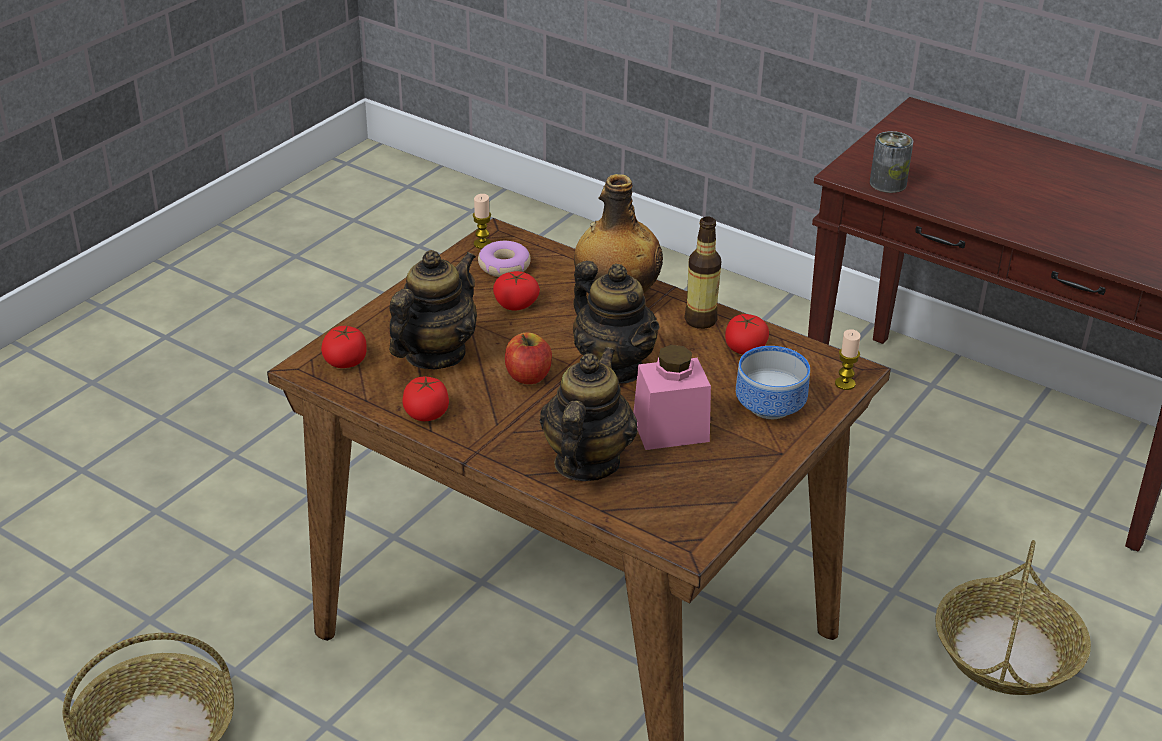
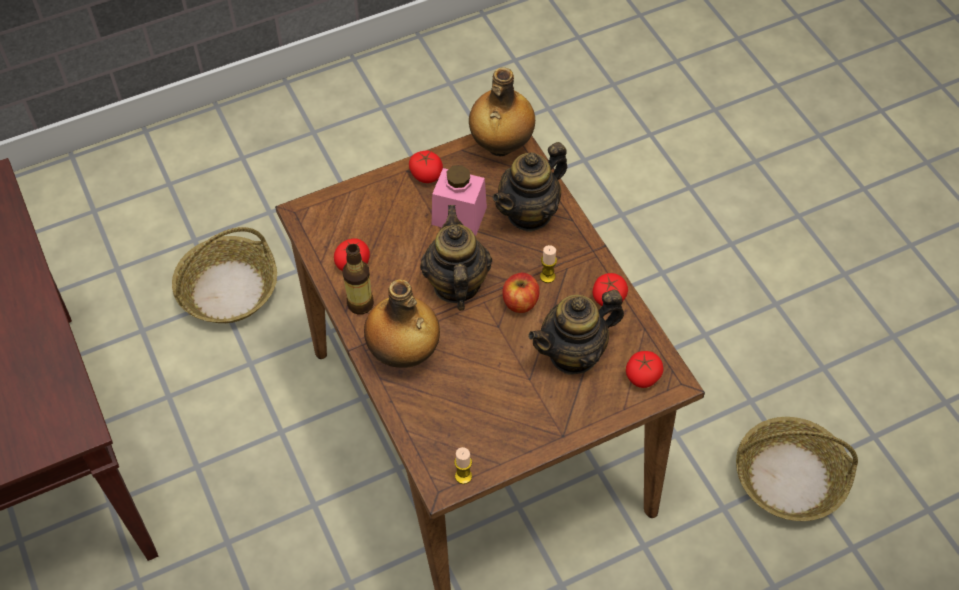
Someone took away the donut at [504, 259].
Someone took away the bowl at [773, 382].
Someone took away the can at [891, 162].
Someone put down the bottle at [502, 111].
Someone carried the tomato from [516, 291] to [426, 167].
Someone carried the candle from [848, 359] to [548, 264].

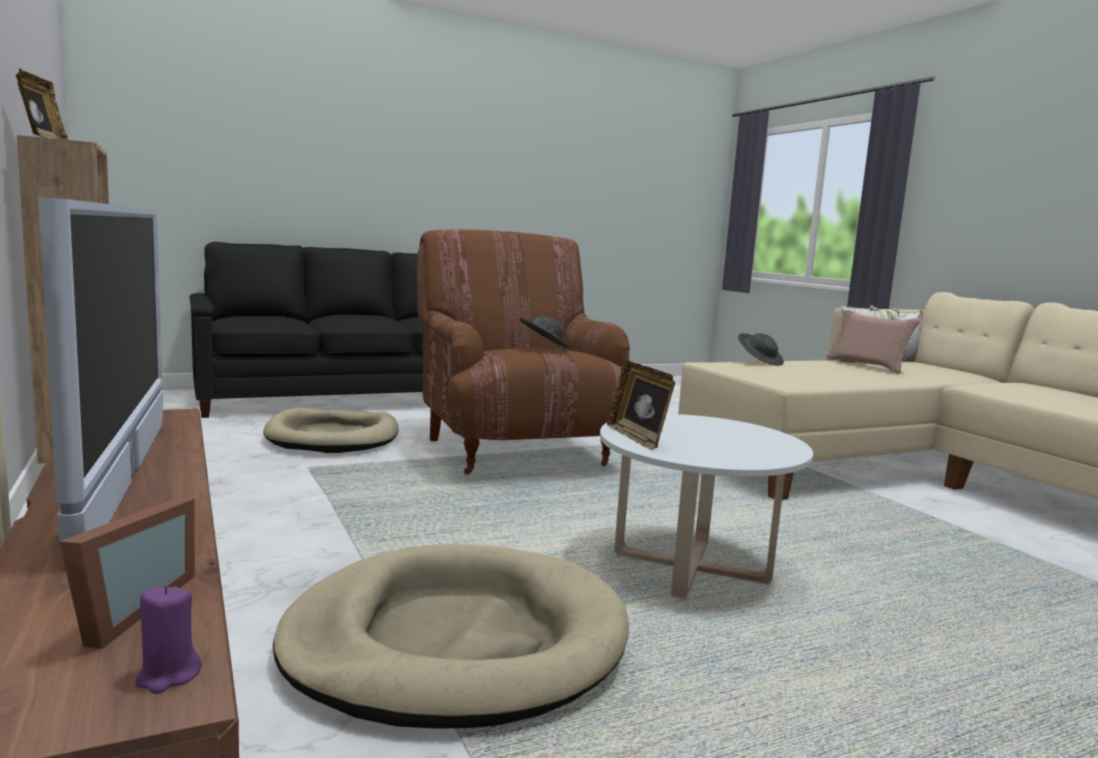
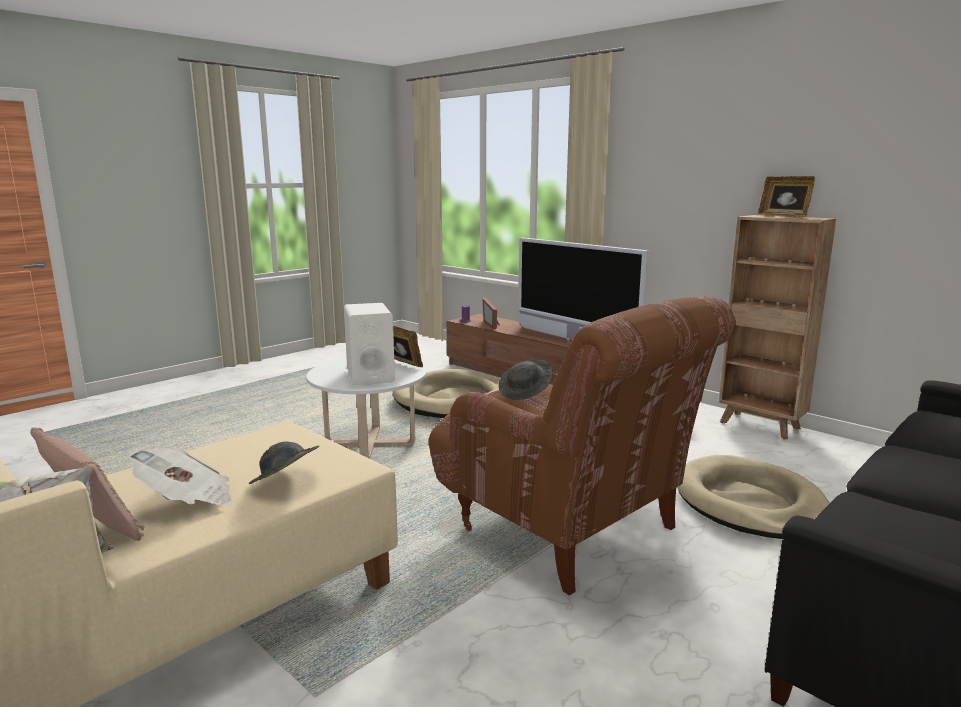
Someone put down the newspaper at [180, 477].
Someone put down the speaker/white at [369, 344].

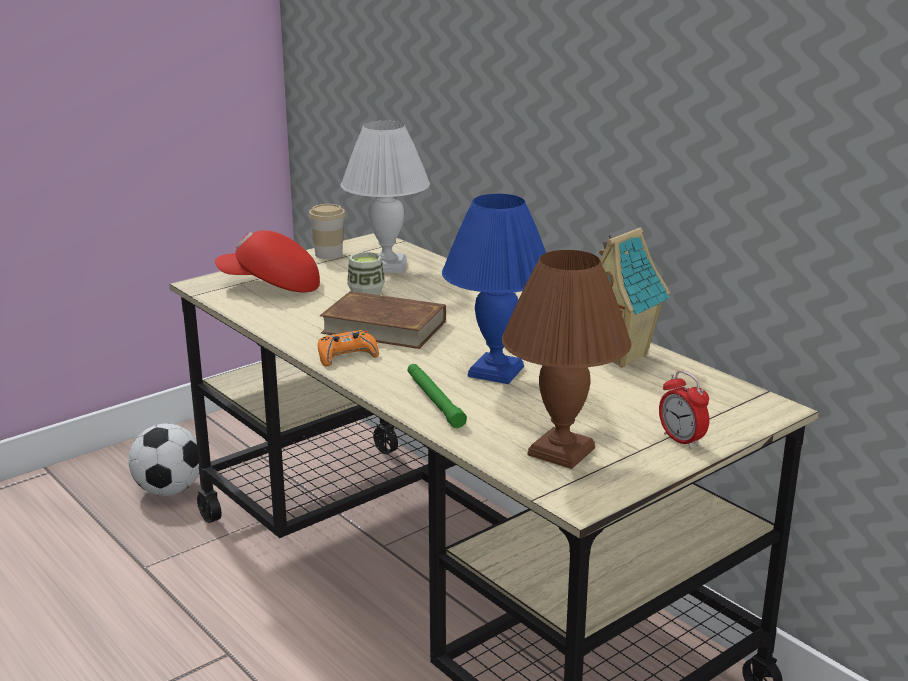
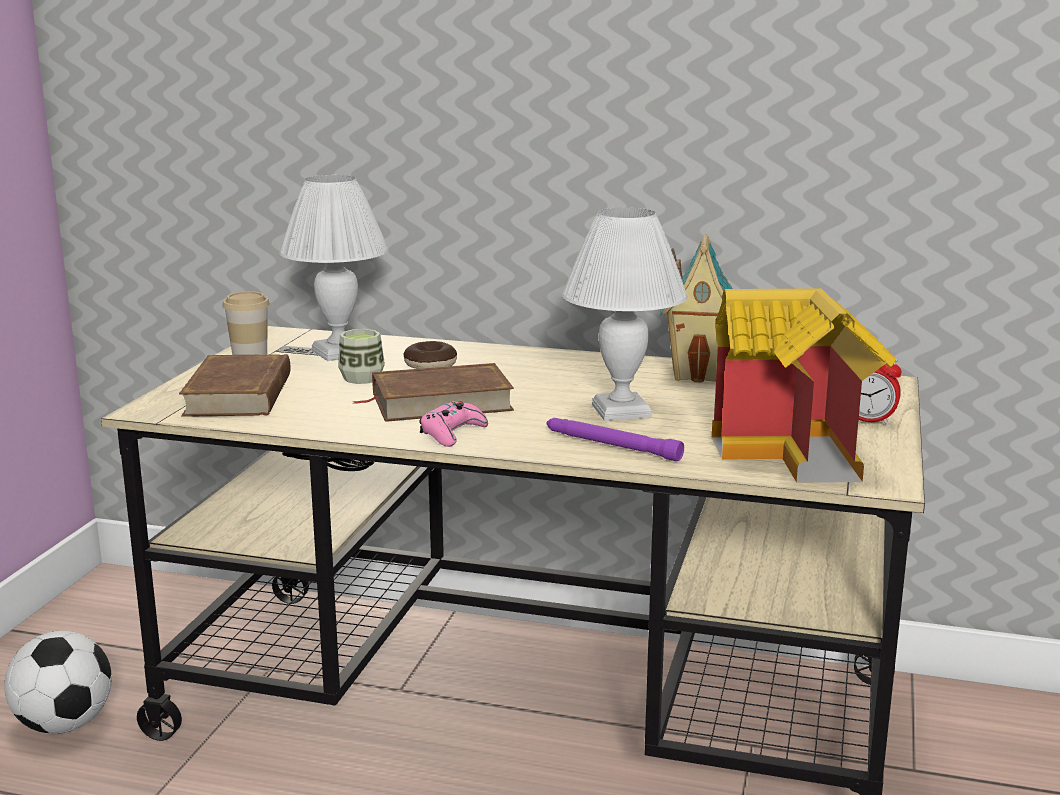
Someone put down the donut at [430, 355].
Someone swapped the cap/red at [267, 261] for the book/brown at [234, 385].
Someone swapped the table lamp/brown at [566, 359] for the toy house at [803, 385].
Someone repainted the game controller/orange at [348, 348], which became the game controller/pink at [453, 424].
Someone repainted the flashlight/green at [437, 396], which became the flashlight/purple at [615, 439].
Someone repainted the table lamp/blue at [494, 289], which became the table lamp/white at [625, 314].

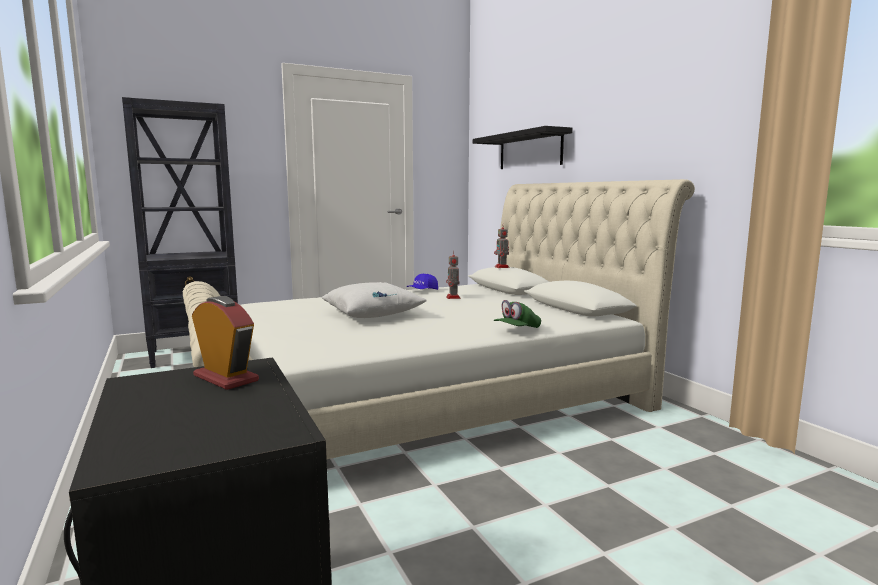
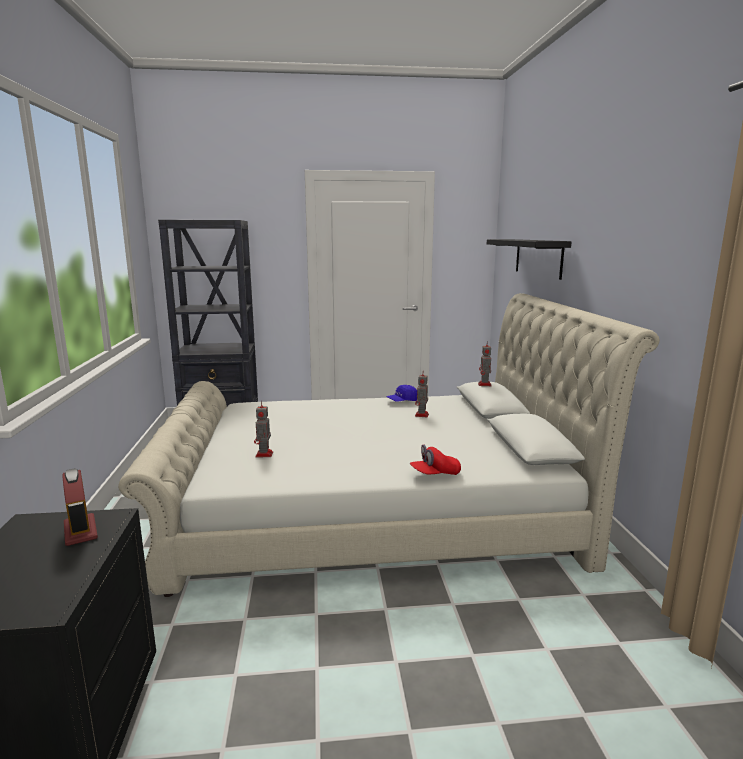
Someone took away the pillow/grey at [374, 300].
Someone put down the toy robot at [263, 429].
Someone repainted the cap/green at [517, 314], which became the cap/red at [435, 459].

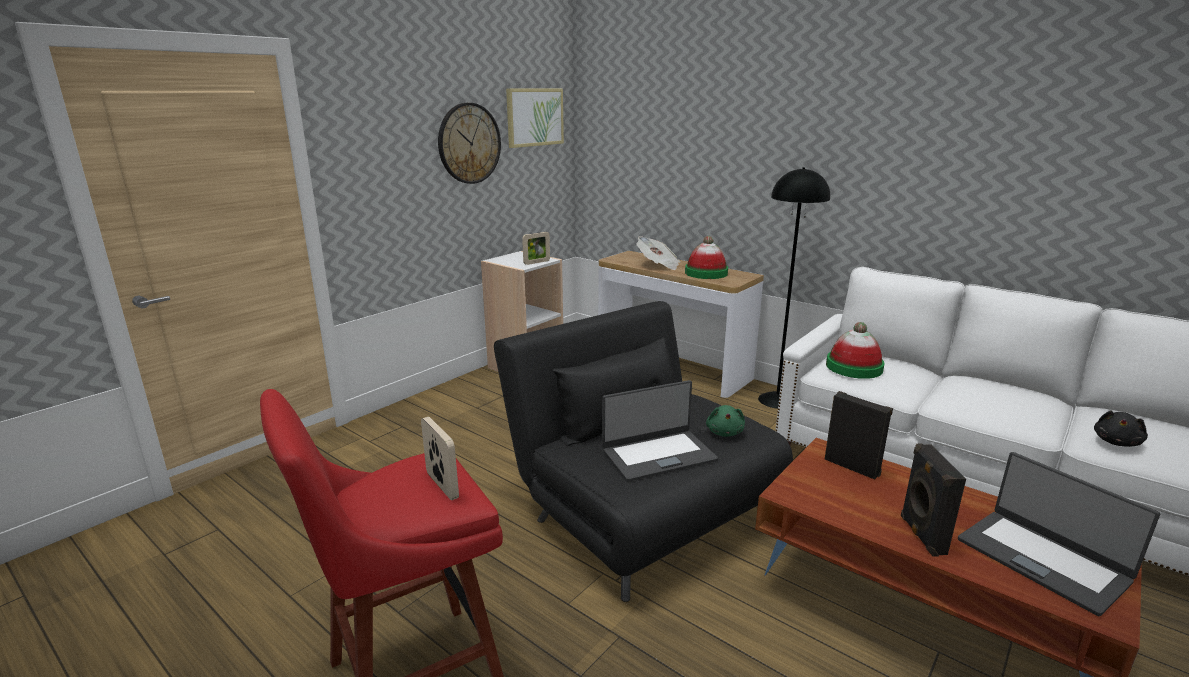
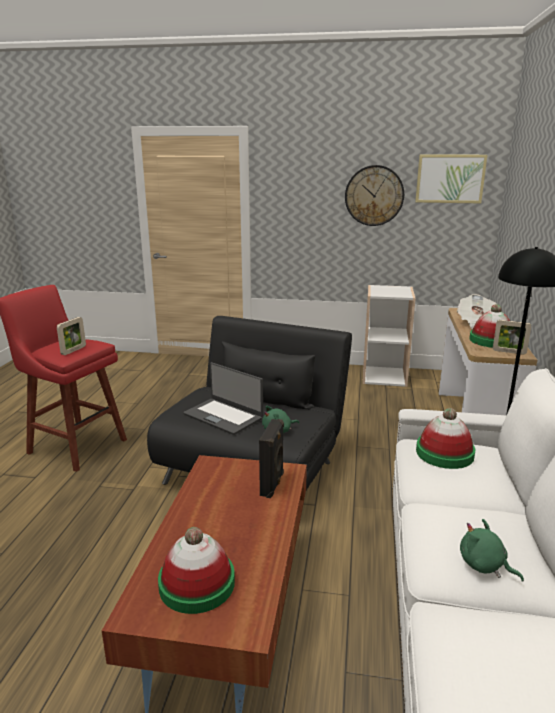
Someone took away the speaker/black at [933, 500].
Someone took away the plush toy/black at [1121, 429].
Someone put down the plush toy/green at [492, 550].
Someone carried the picture frame from [536, 248] to [512, 337].
Someone swapped the laptop at [1059, 534] for the hat at [196, 570].

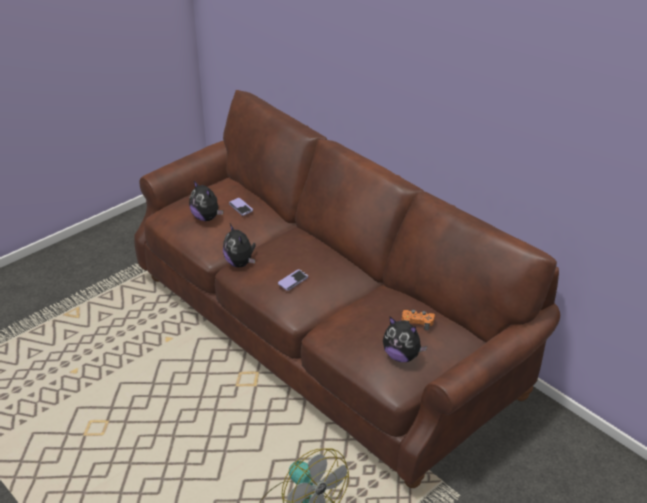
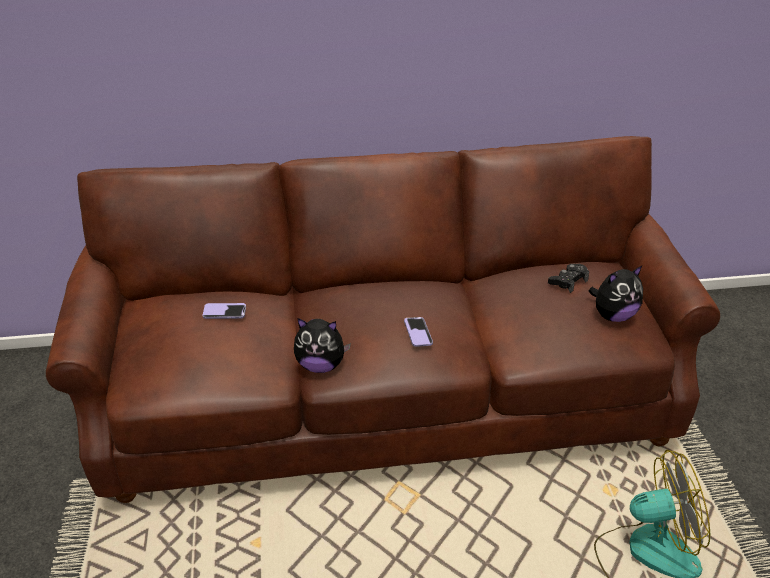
Someone took away the plush toy at [206, 201].
Someone repainted the game controller/orange at [418, 320], which became the game controller/black at [568, 278].

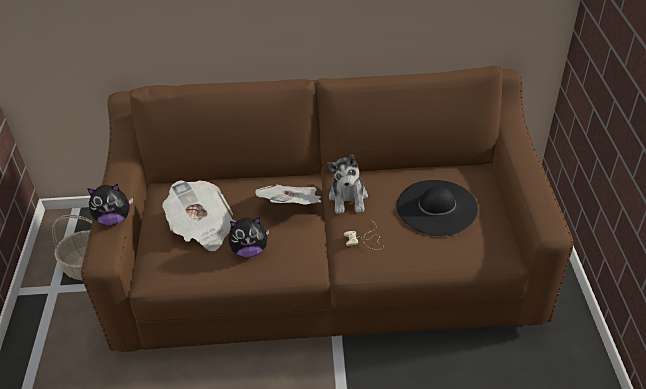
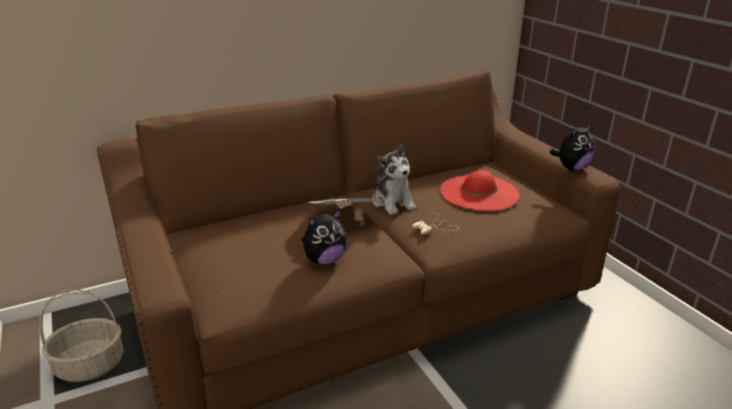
Someone took away the newspaper at [199, 215].
Someone carried the plush toy from [110, 204] to [572, 147].
Someone repainted the hat/black at [437, 208], which became the hat/red at [479, 190].

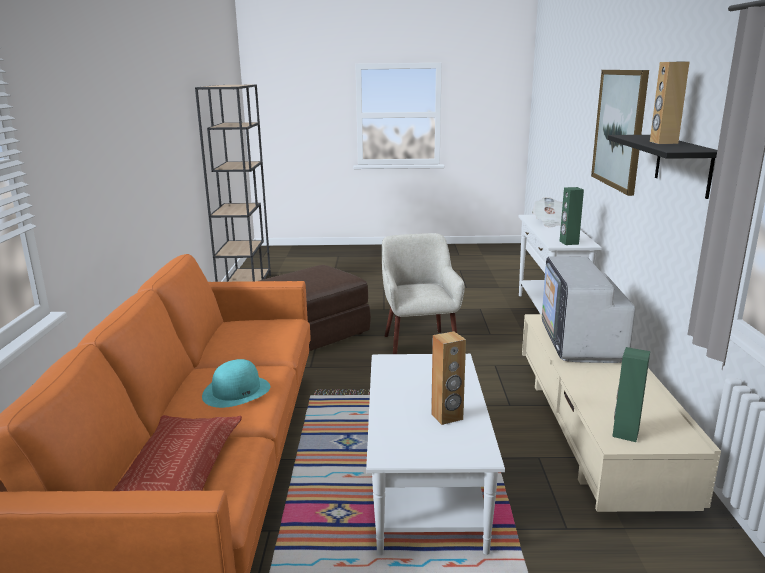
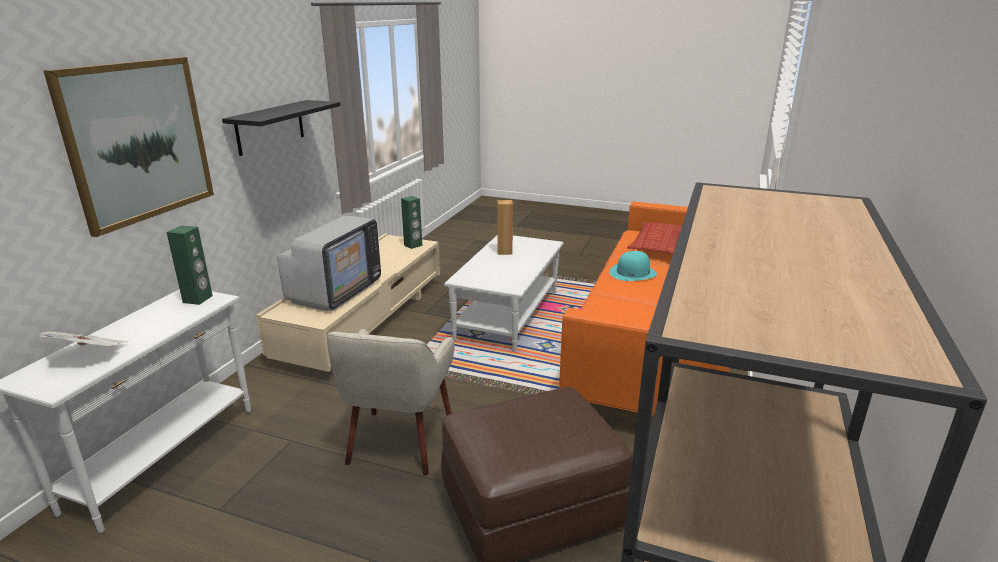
Someone took away the speaker/brown at [670, 102].

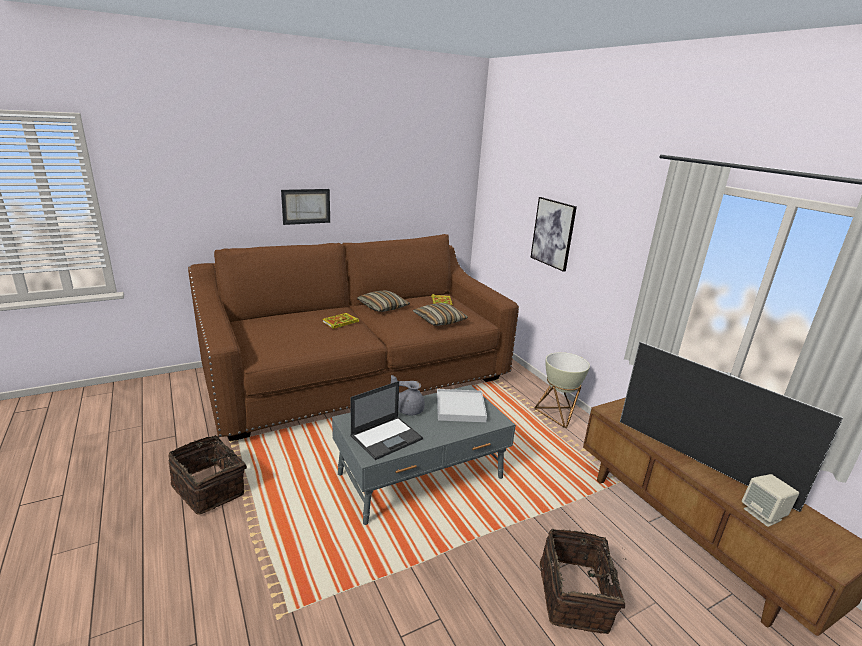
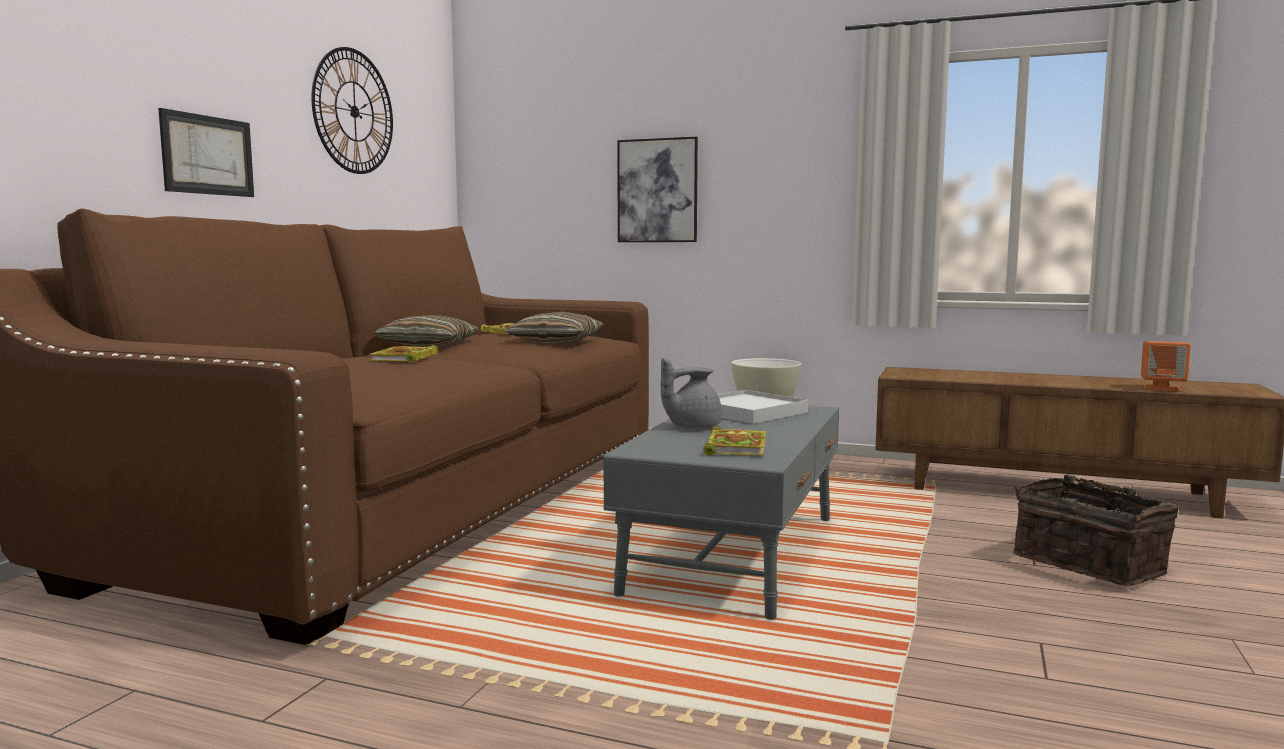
Someone took away the basket at [208, 474].
Someone took away the television at [731, 427].
Someone put up the wall clock at [352, 110].
Someone swapped the laptop at [386, 420] for the book at [734, 441].
Someone repainted the speaker/beige at [770, 500], which became the speaker/orange at [1166, 366].

